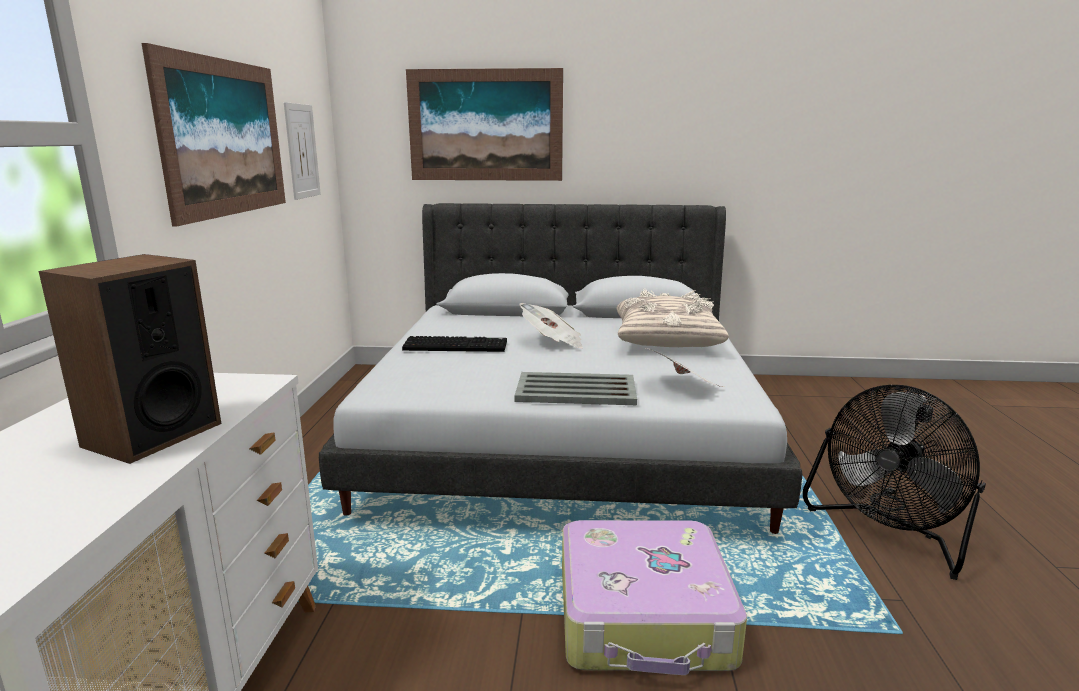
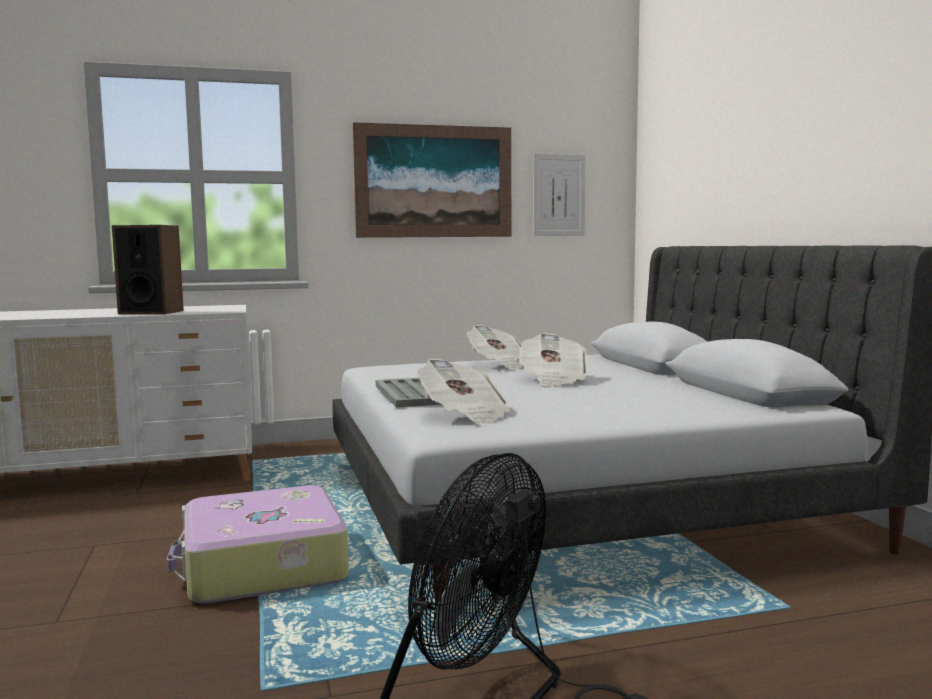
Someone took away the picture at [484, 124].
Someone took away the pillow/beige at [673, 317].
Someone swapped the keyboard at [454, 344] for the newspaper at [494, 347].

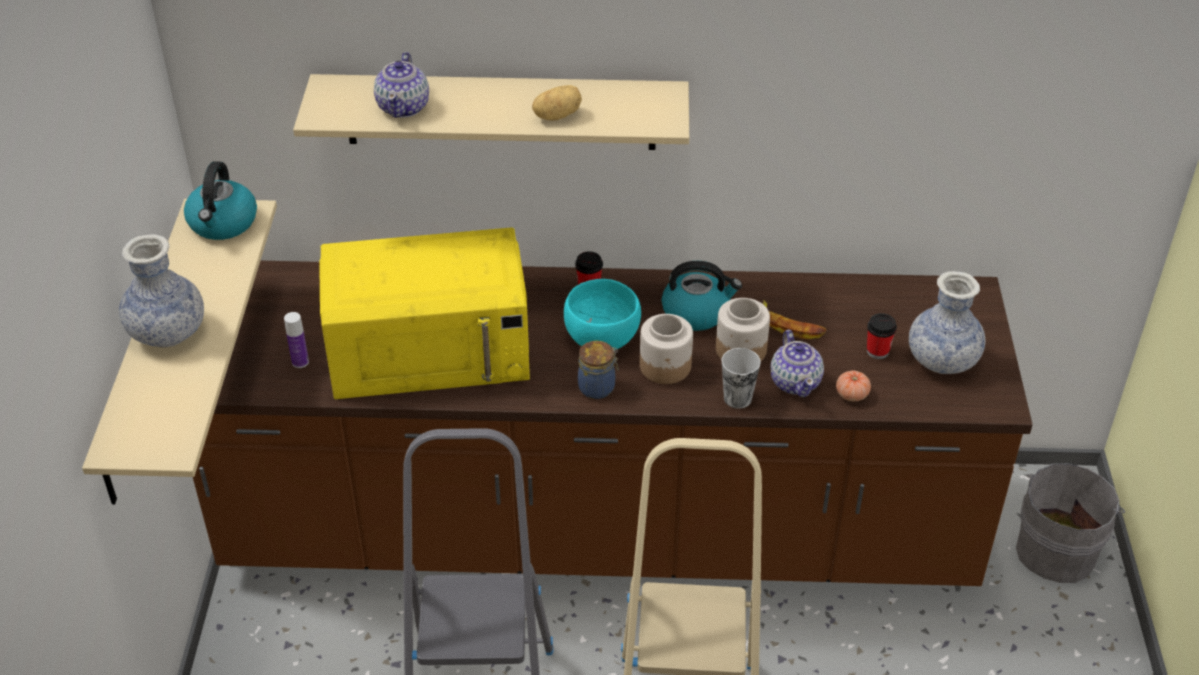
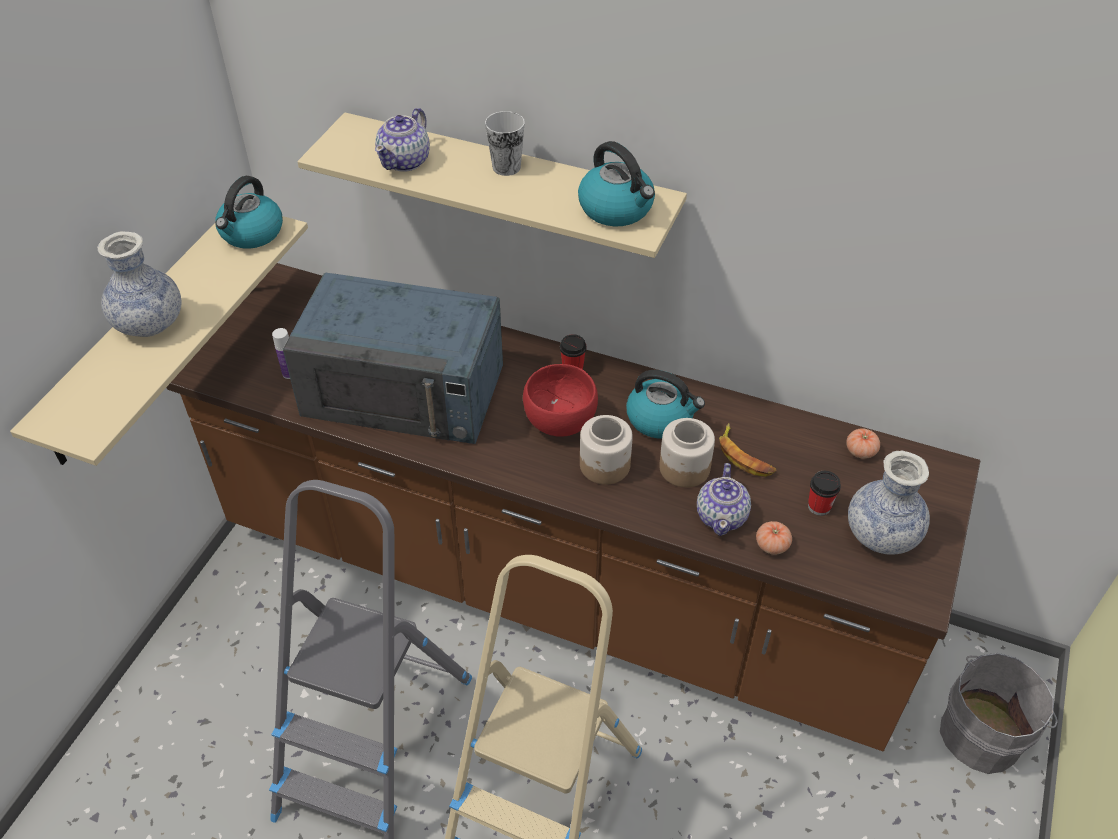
Someone took away the potato at [557, 103].
Someone took away the jar at [598, 370].
Someone put down the kettle at [616, 183].
Someone put down the tomato at [863, 443].
Someone carried the cup from [741, 378] to [505, 143].
Someone repainted the microwave/yellow at [424, 313], which became the microwave/blue at [393, 358].
Someone repainted the bowl/turquoise at [602, 314], which became the bowl/red at [560, 400].

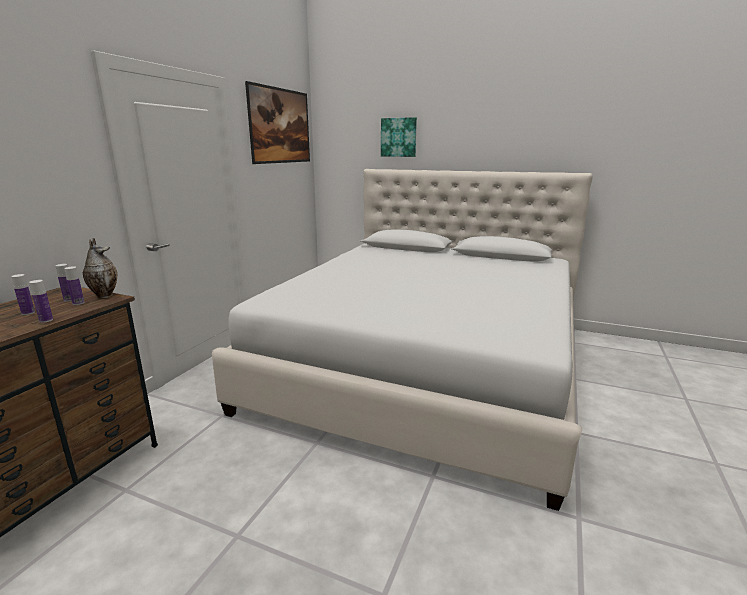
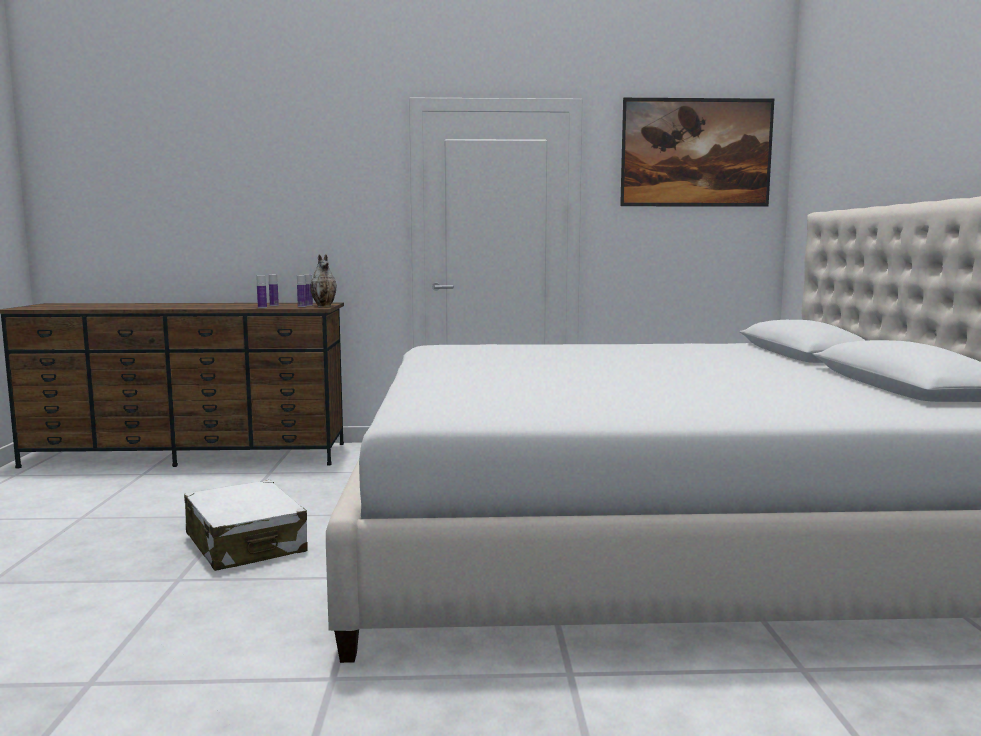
Someone took away the picture at [399, 137].
Someone put down the suitcase/white at [246, 525].

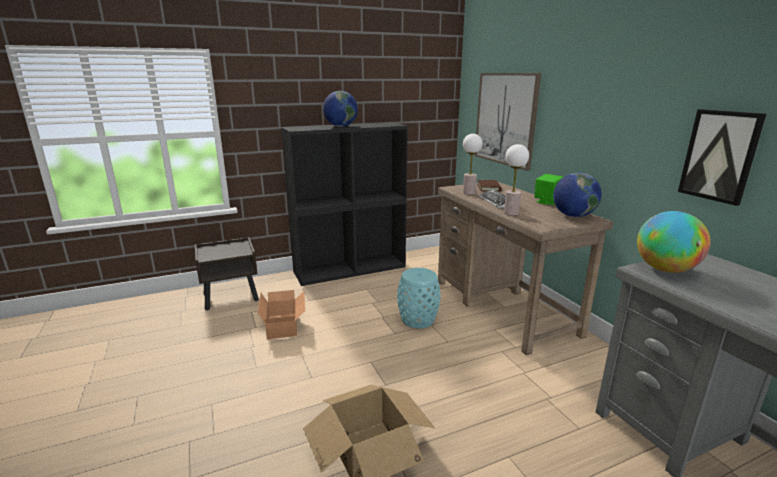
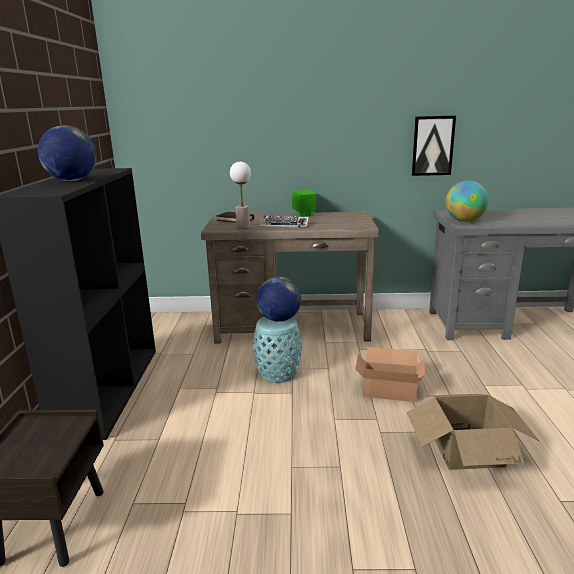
Someone took away the picture at [508, 122].
Someone took away the table lamp at [516, 180].
Someone carried the cardboard box from [281, 314] to [390, 374].
Someone carried the globe from [577, 195] to [278, 299].

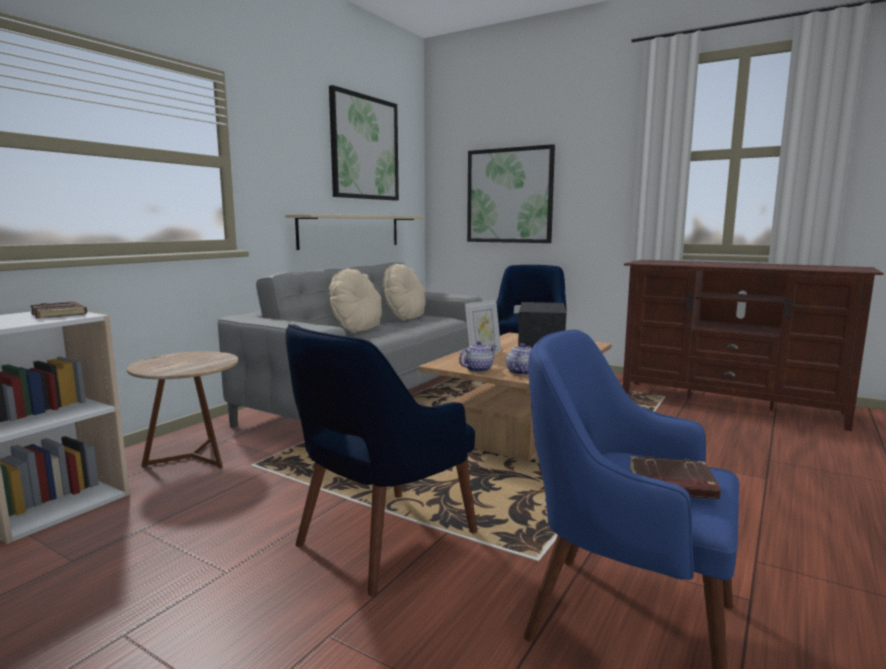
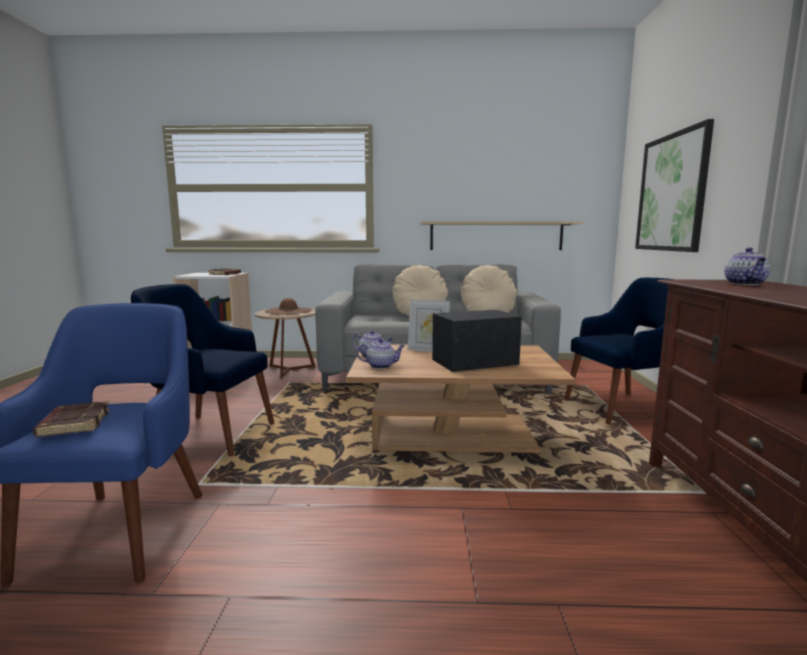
Someone took away the picture at [364, 142].
Someone put down the hat/brown at [288, 306].
Someone put down the teapot at [747, 266].

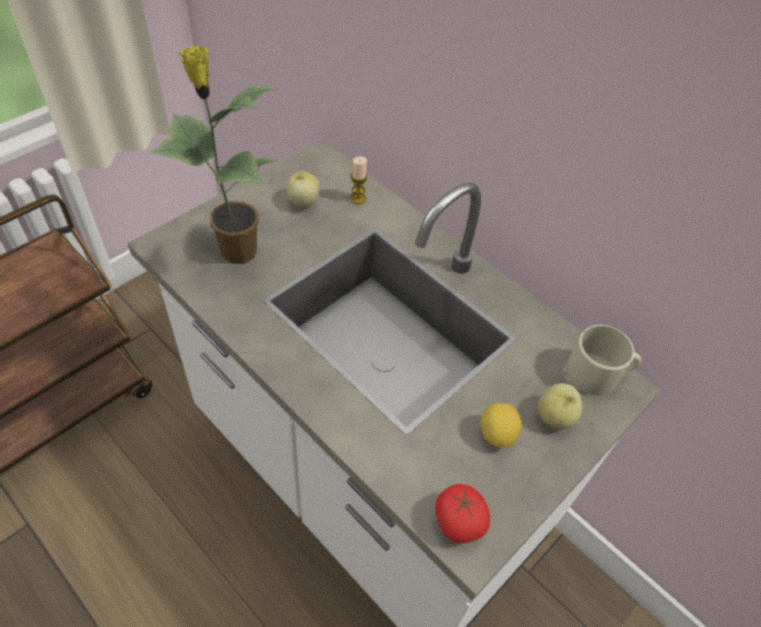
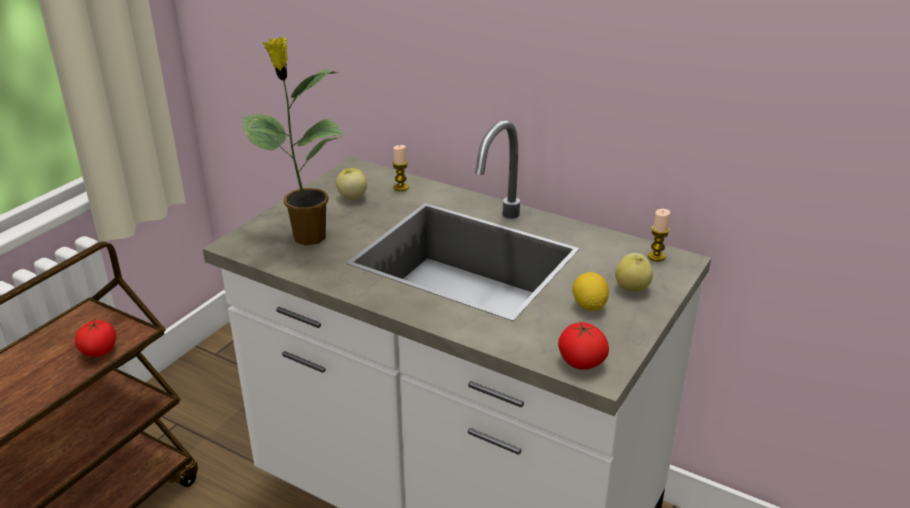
Someone put down the tomato at [95, 338].
Someone swapped the mug/beige at [604, 360] for the candle at [659, 235].

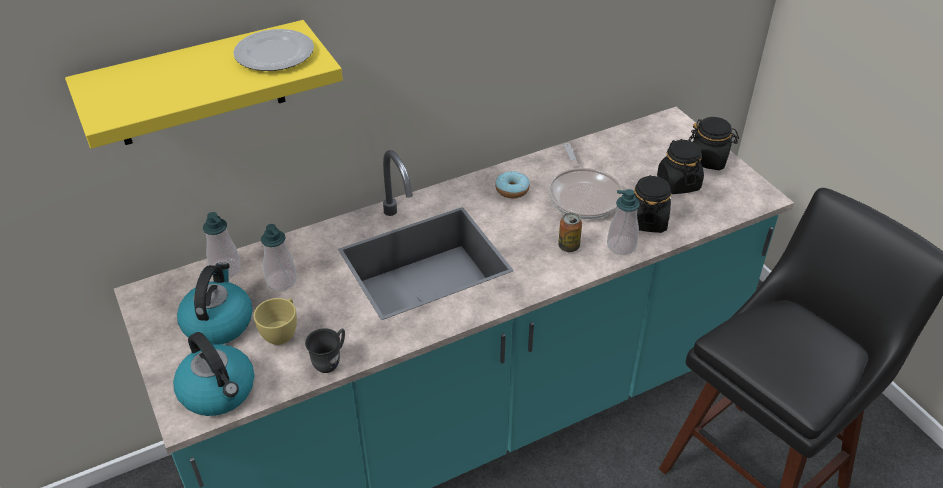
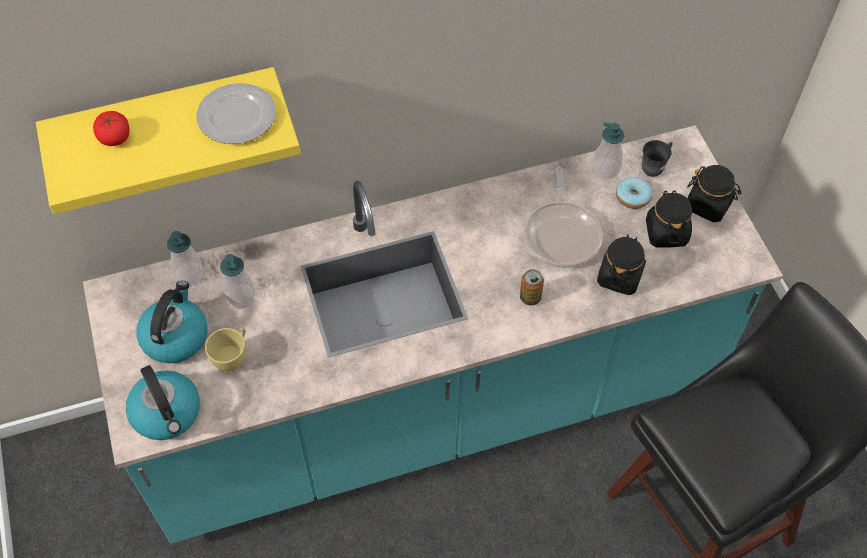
Someone put down the tomato at [111, 128].
Someone carried the mug/grey from [325, 350] to [657, 158].
Someone carried the donut from [512, 184] to [634, 193].
Someone carried the soap dispenser from [623, 222] to [608, 150].

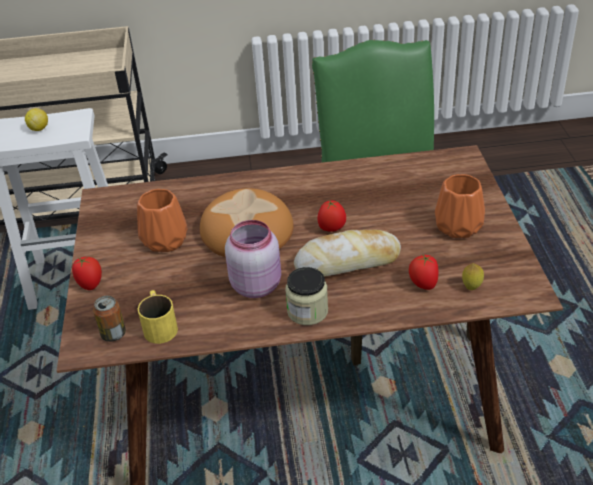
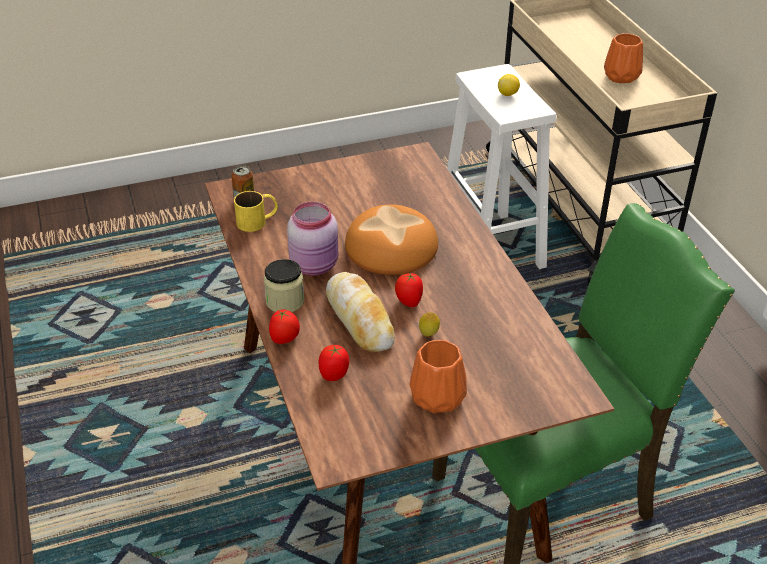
Someone carried the tomato from [87, 273] to [284, 327].
Someone carried the vase/orange from [162, 220] to [623, 58].
Someone carried the lemon from [473, 276] to [429, 324].

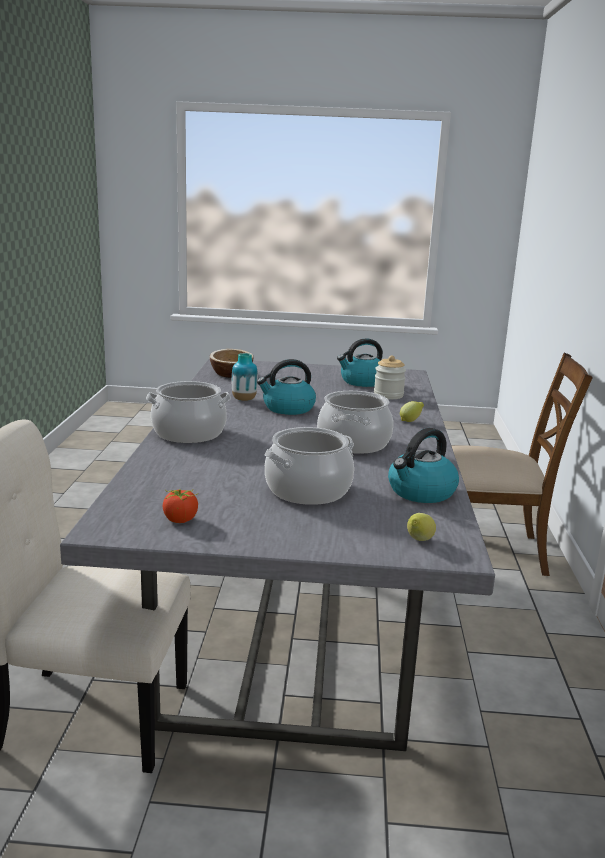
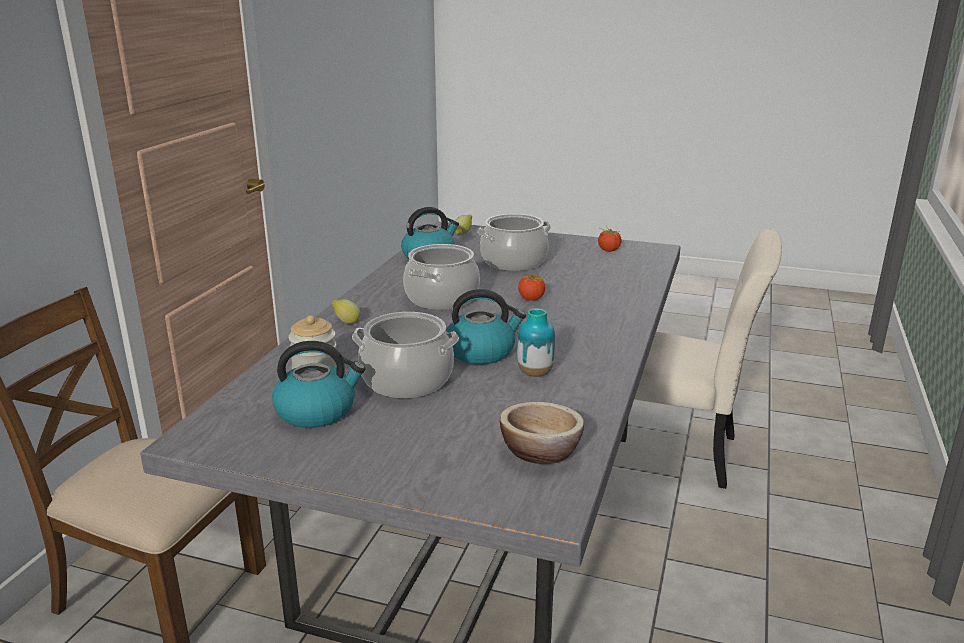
Someone put down the tomato at [532, 287].
Someone carried the cooking pot from [188, 412] to [405, 355].

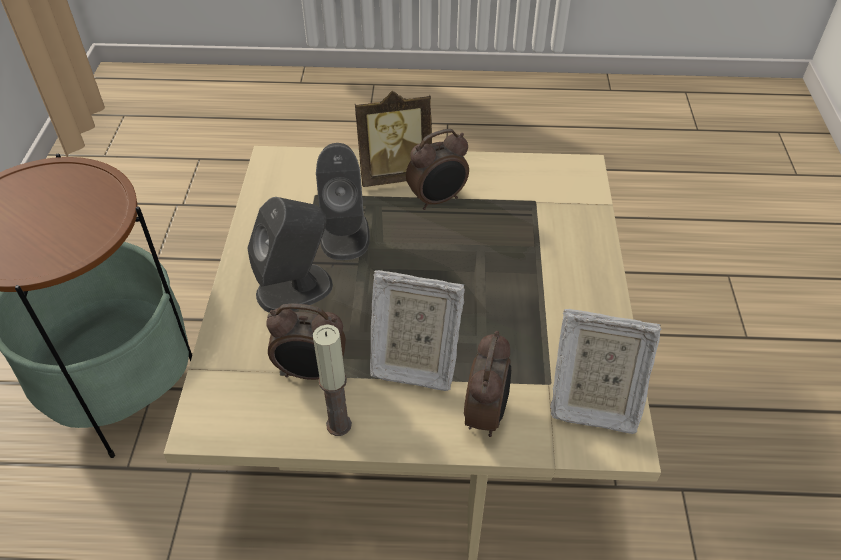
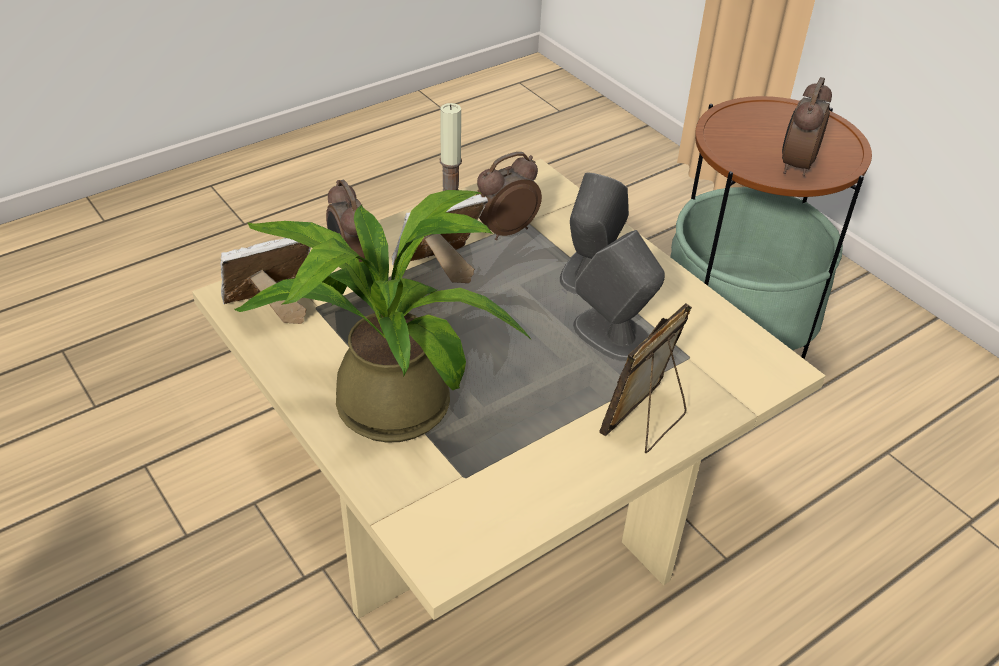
Someone put down the potted plant at [382, 316].
Someone carried the alarm clock from [437, 169] to [807, 126].

